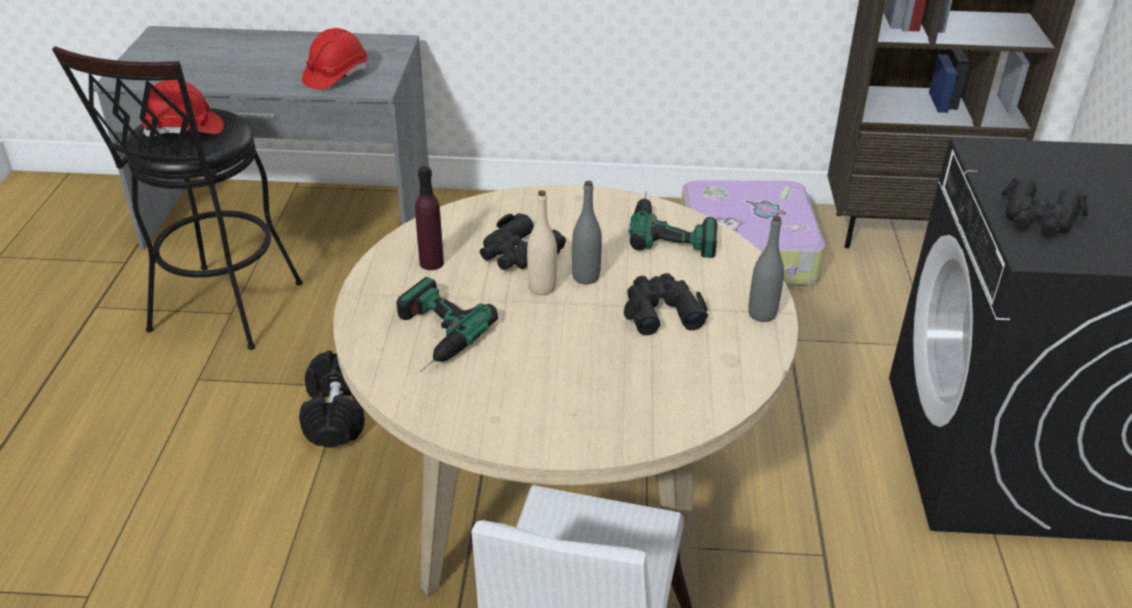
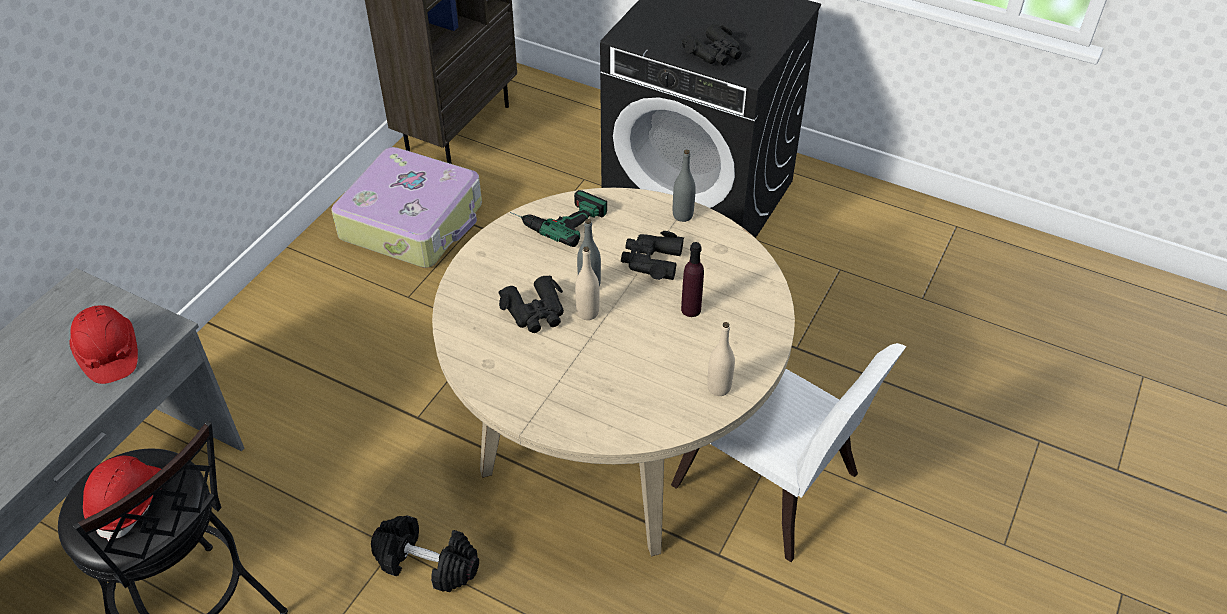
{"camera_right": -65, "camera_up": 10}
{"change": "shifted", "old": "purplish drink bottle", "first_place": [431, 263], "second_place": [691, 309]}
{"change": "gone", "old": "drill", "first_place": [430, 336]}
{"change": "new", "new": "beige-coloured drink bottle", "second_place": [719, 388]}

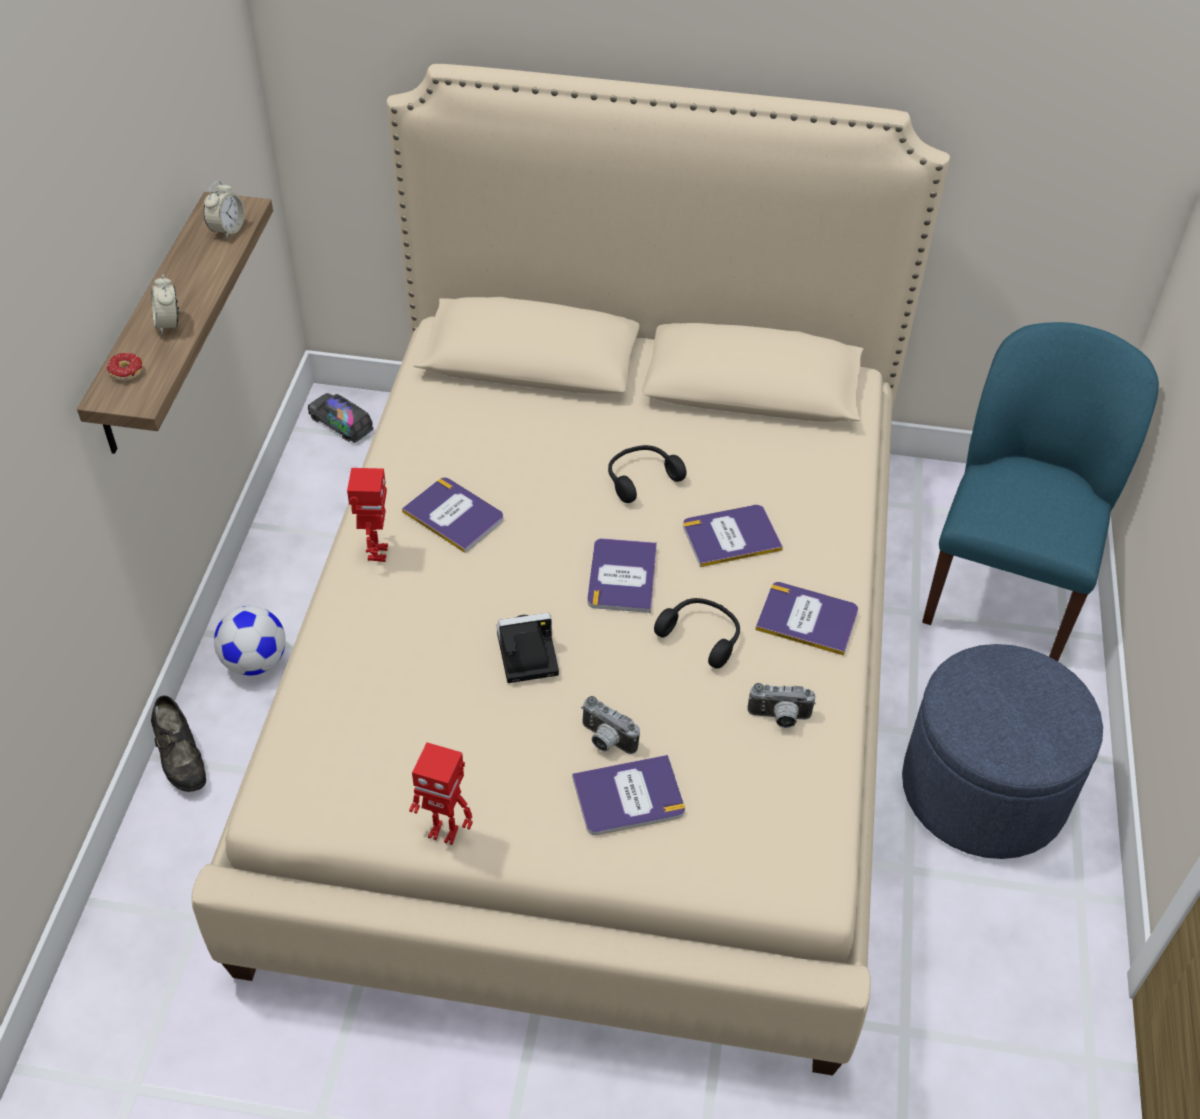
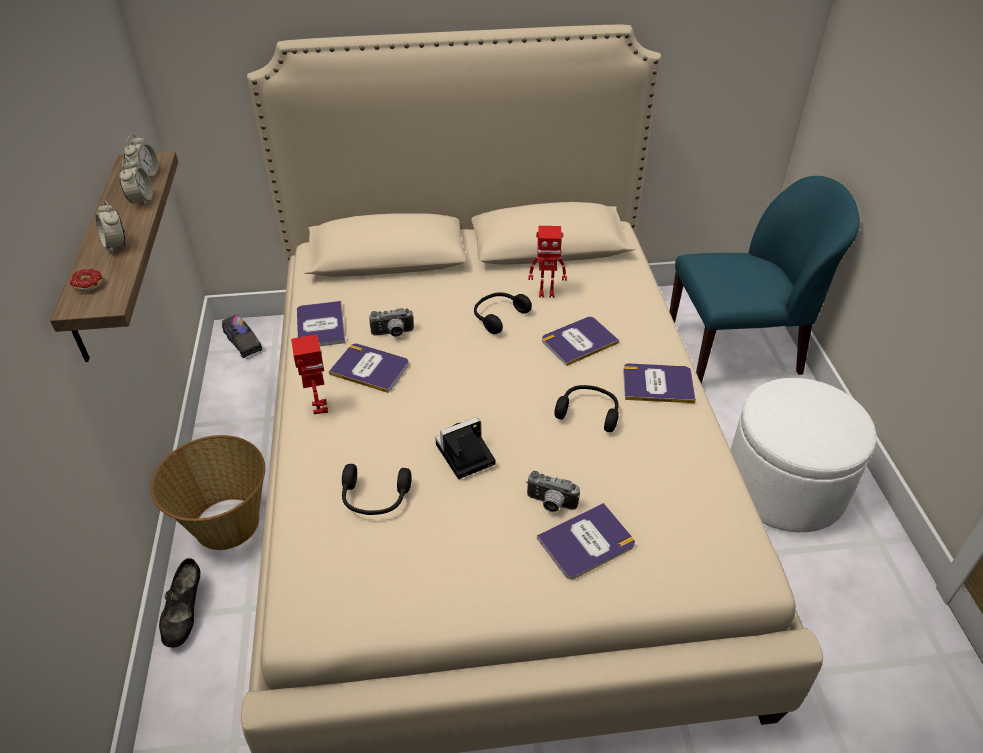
{"camera_right": -15, "camera_up": -5}
{"change": "rotated", "old": "blue chair", "first_place": [1006, 583], "second_place": [736, 351], "degrees": 75}
{"change": "rotated", "old": "toy lorry", "first_place": [341, 424], "second_place": [243, 343], "degrees": -150}
{"change": "shifted", "old": "book", "first_place": [622, 576], "second_place": [320, 325]}
{"change": "swapped", "old": "football ball", "new": "basket", "first_place": [255, 661], "second_place": [225, 523]}
{"change": "repainted", "old": "blue pouffe", "new": "whitish pouffe", "first_place": [983, 790], "second_place": [784, 486]}
{"change": "shifted", "old": "still camera", "first_place": [779, 718], "second_place": [393, 334]}
{"change": "rotated", "old": "black-coloured item of footwear", "first_place": [181, 760], "second_place": [185, 614], "degrees": 45}
{"change": "shifted", "old": "model robot", "first_place": [444, 831], "second_place": [546, 293]}
{"change": "new", "new": "bedside clock", "second_place": [141, 200]}
{"change": "new", "new": "black-coloured headset", "second_place": [374, 498]}

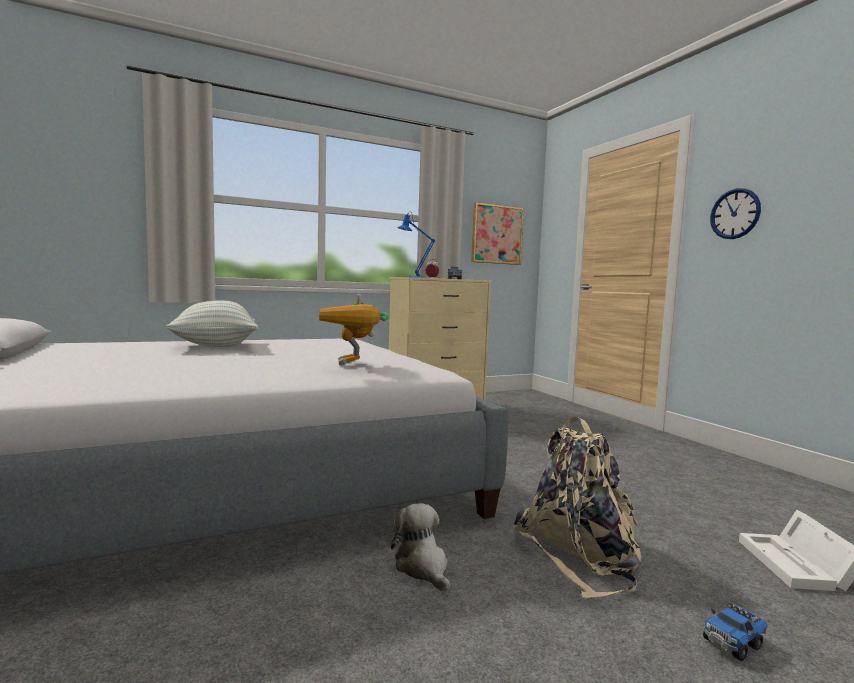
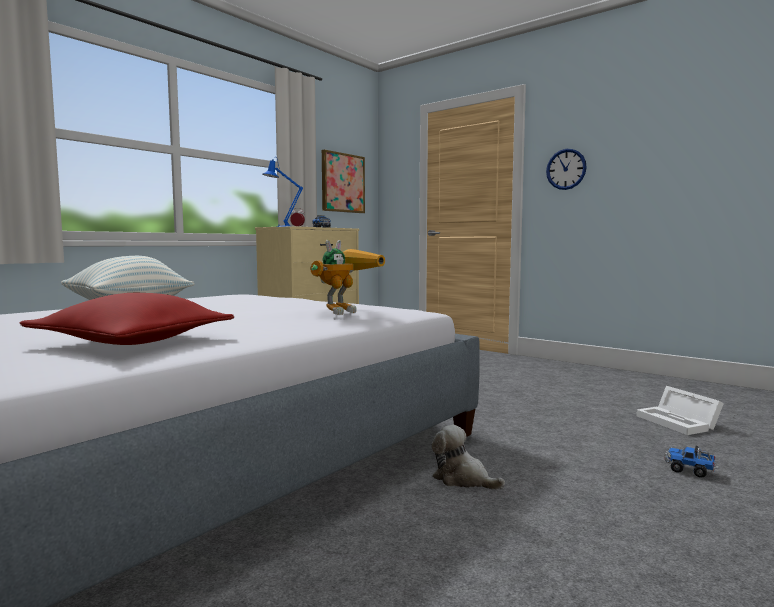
{"camera_right": -25, "camera_up": 0}
{"change": "rotated", "old": "model robot", "first_place": [355, 365], "second_place": [345, 311], "degrees": -105}
{"change": "gone", "old": "beige-coloured backpack", "first_place": [581, 552]}
{"change": "rotated", "old": "toy lorry", "first_place": [732, 643], "second_place": [690, 470], "degrees": 90}
{"change": "new", "new": "red-coloured throw pillow", "second_place": [133, 342]}

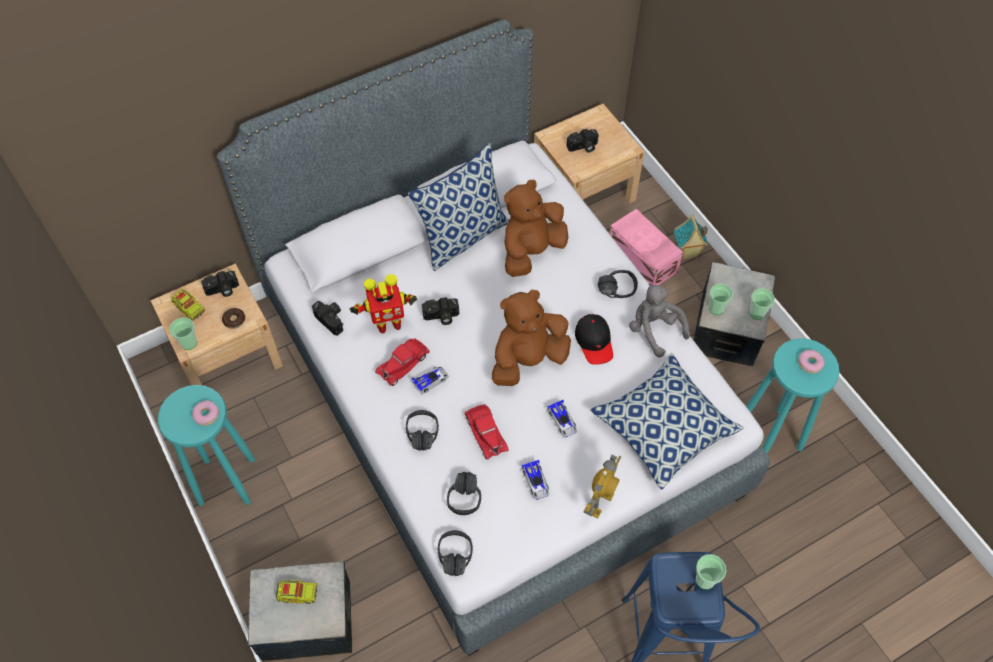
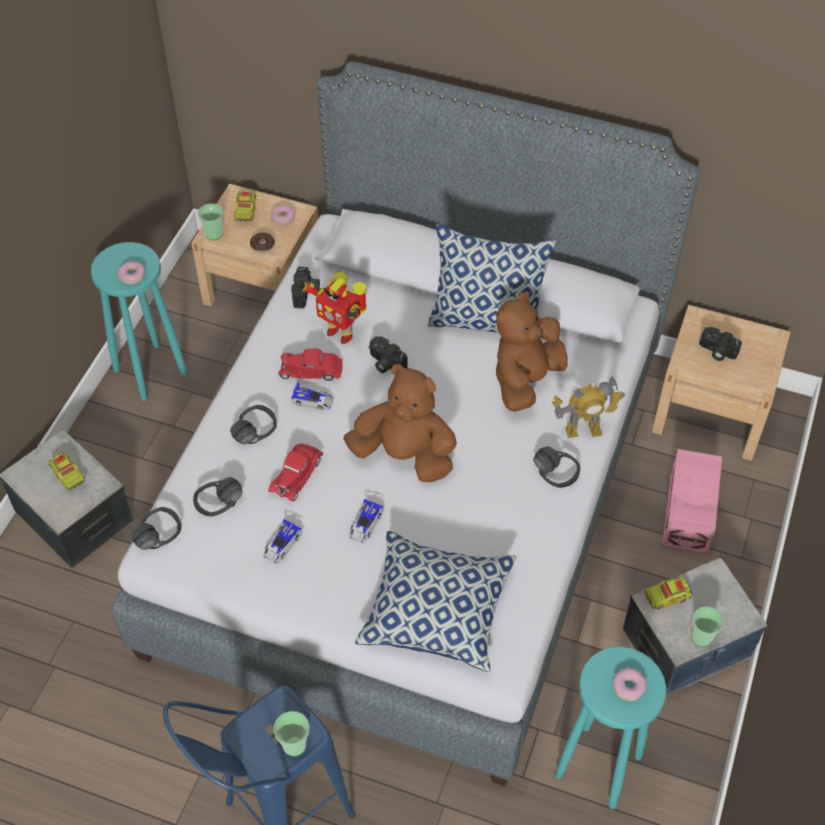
{"camera_right": 50, "camera_up": -5}
{"change": "rotated", "old": "brown-coloured soft toy", "first_place": [531, 251], "second_place": [525, 380], "degrees": -60}
{"change": "gone", "old": "model house", "first_place": [686, 253]}
{"change": "swapped", "old": "still camera", "new": "doughnut", "first_place": [222, 290], "second_place": [283, 218]}
{"change": "gone", "old": "grey soft toy", "first_place": [654, 330]}
{"change": "swapped", "old": "drinking cup", "new": "toy lorry", "first_place": [716, 308], "second_place": [667, 597]}
{"change": "gone", "old": "black-coloured cap", "first_place": [594, 342]}
{"change": "shifted", "old": "model robot", "first_place": [599, 502], "second_place": [583, 430]}

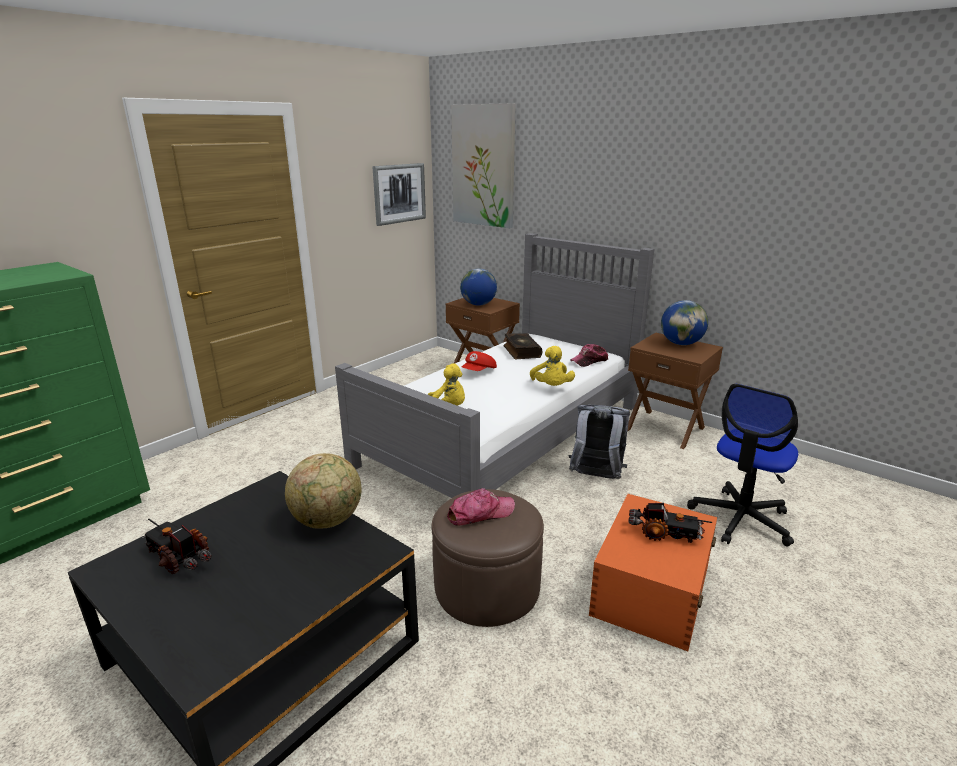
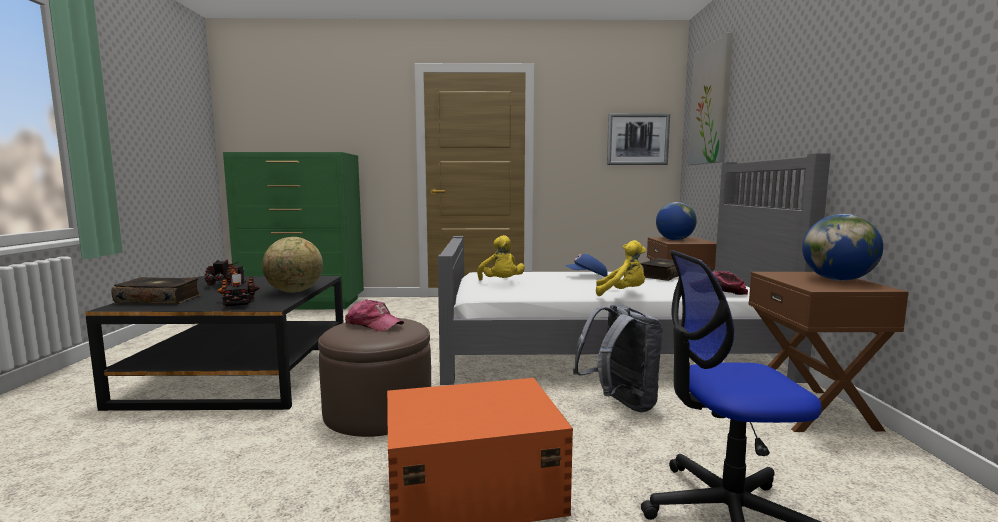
{"camera_right": 50, "camera_up": -15}
{"change": "rotated", "old": "yellowish soft toy", "first_place": [551, 387], "second_place": [622, 293], "degrees": -120}
{"change": "repainted", "old": "red-coloured cap", "new": "blue cap", "first_place": [479, 372], "second_place": [587, 276]}
{"change": "shifted", "old": "toy lorry", "first_place": [665, 533], "second_place": [238, 302]}
{"change": "new", "new": "book", "second_place": [159, 299]}

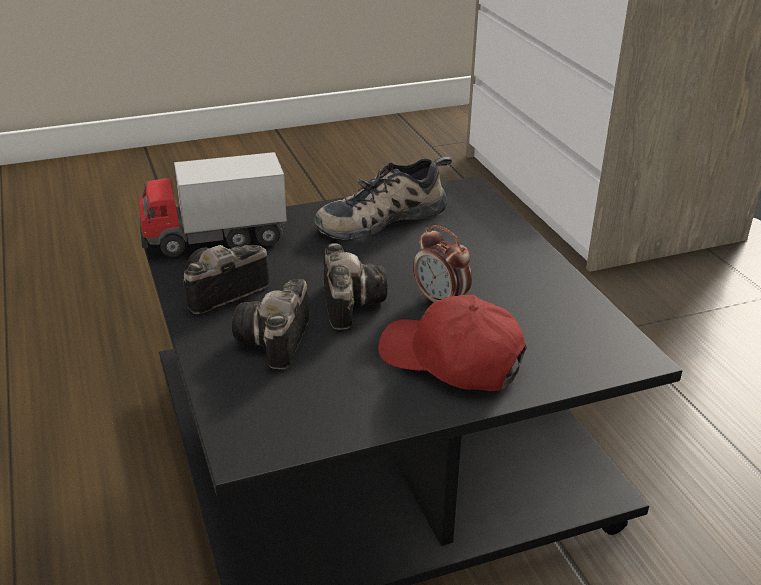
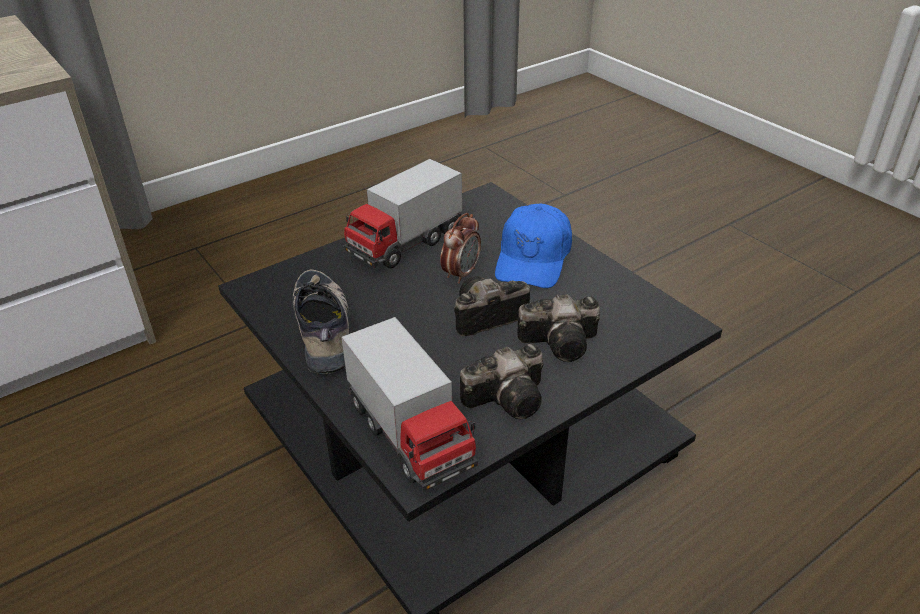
{"camera_right": -105, "camera_up": 5}
{"change": "rotated", "old": "item of footwear", "first_place": [381, 217], "second_place": [326, 329], "degrees": -150}
{"change": "rotated", "old": "still camera", "first_place": [219, 293], "second_place": [510, 398], "degrees": -60}
{"change": "repainted", "old": "red-coloured cap", "new": "blue cap", "first_place": [452, 360], "second_place": [533, 259]}
{"change": "new", "new": "toy lorry", "second_place": [405, 243]}

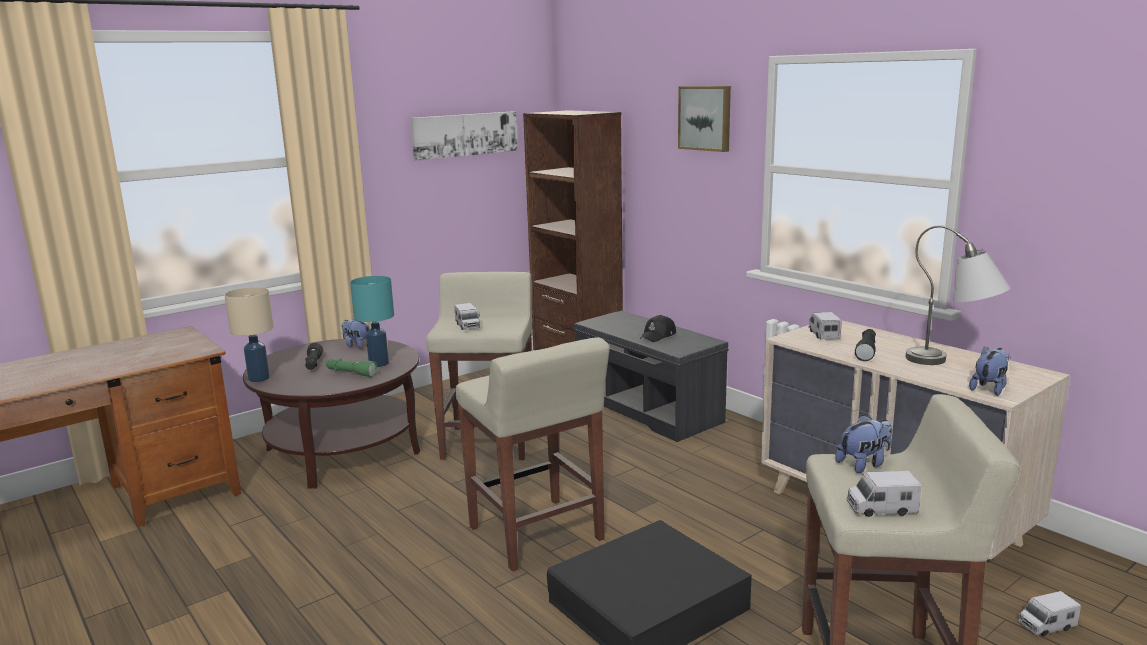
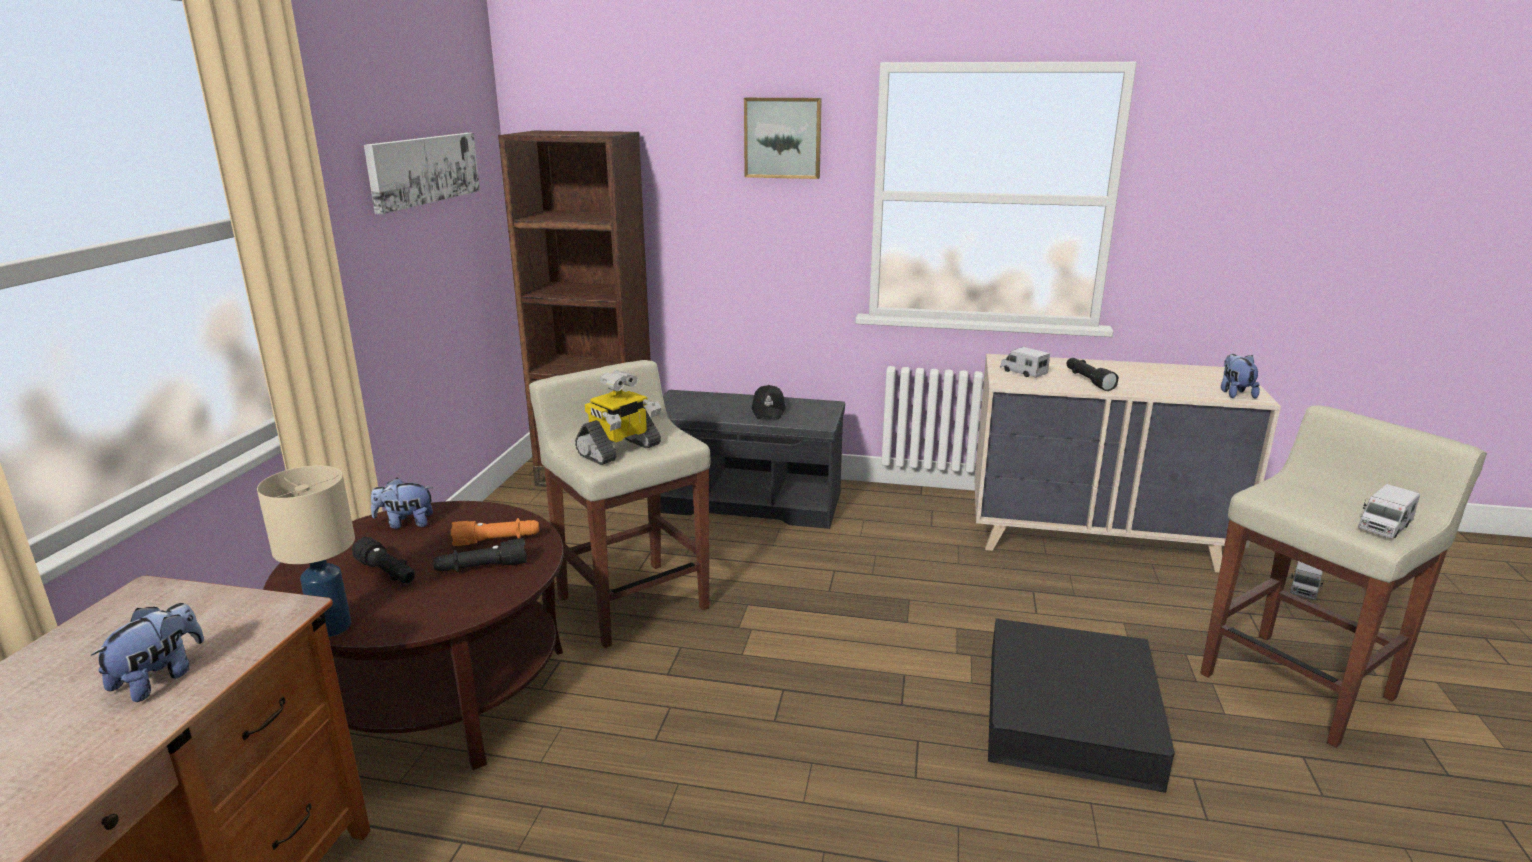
{"camera_right": -40, "camera_up": 5}
{"change": "gone", "old": "grey lamp for a table", "first_place": [953, 363]}
{"change": "swapped", "old": "blue-green lamp for a table", "new": "orange-coloured flashlight", "first_place": [379, 364], "second_place": [497, 541]}
{"change": "swapped", "old": "toy lorry", "new": "model robot", "first_place": [467, 326], "second_place": [619, 450]}
{"change": "gone", "old": "beige-coloured stool seat", "first_place": [536, 535]}
{"change": "repainted", "old": "green flashlight", "new": "black-coloured flashlight", "first_place": [351, 373], "second_place": [481, 568]}
{"change": "shifted", "old": "soft toy", "first_place": [864, 464], "second_place": [160, 678]}

